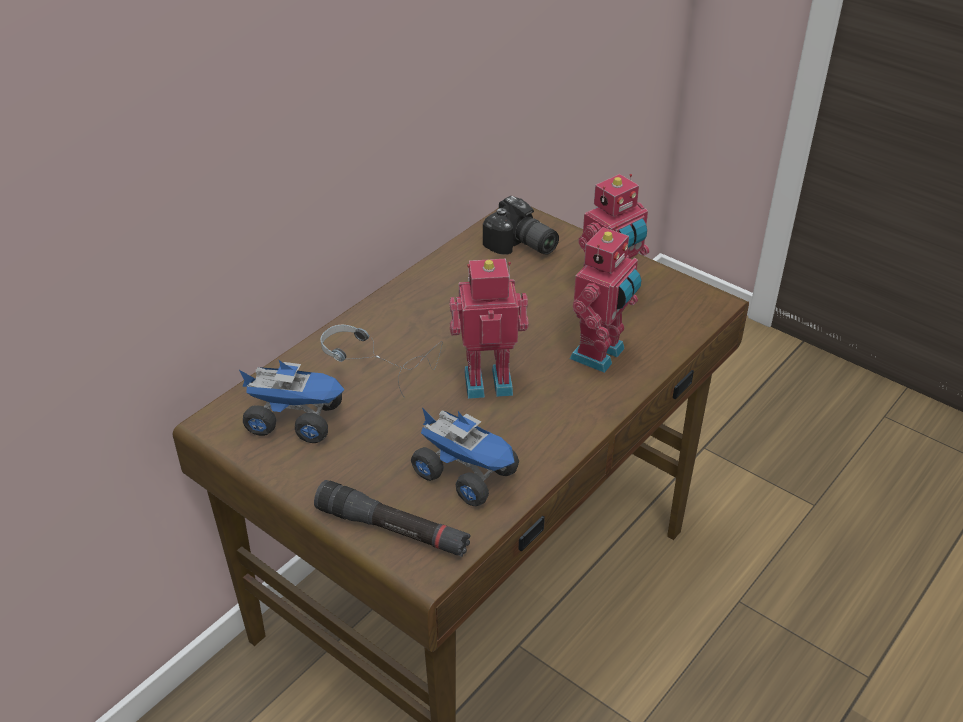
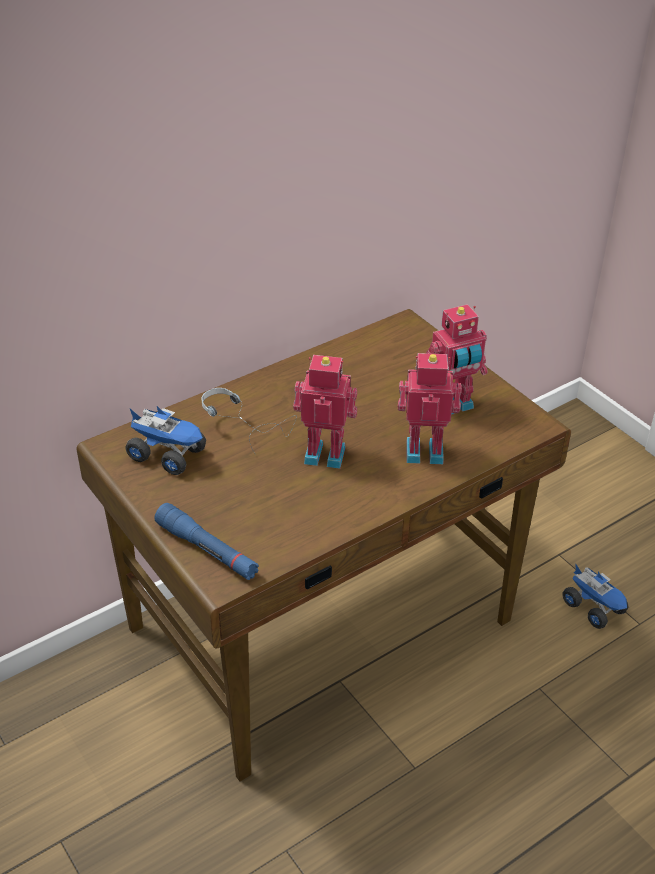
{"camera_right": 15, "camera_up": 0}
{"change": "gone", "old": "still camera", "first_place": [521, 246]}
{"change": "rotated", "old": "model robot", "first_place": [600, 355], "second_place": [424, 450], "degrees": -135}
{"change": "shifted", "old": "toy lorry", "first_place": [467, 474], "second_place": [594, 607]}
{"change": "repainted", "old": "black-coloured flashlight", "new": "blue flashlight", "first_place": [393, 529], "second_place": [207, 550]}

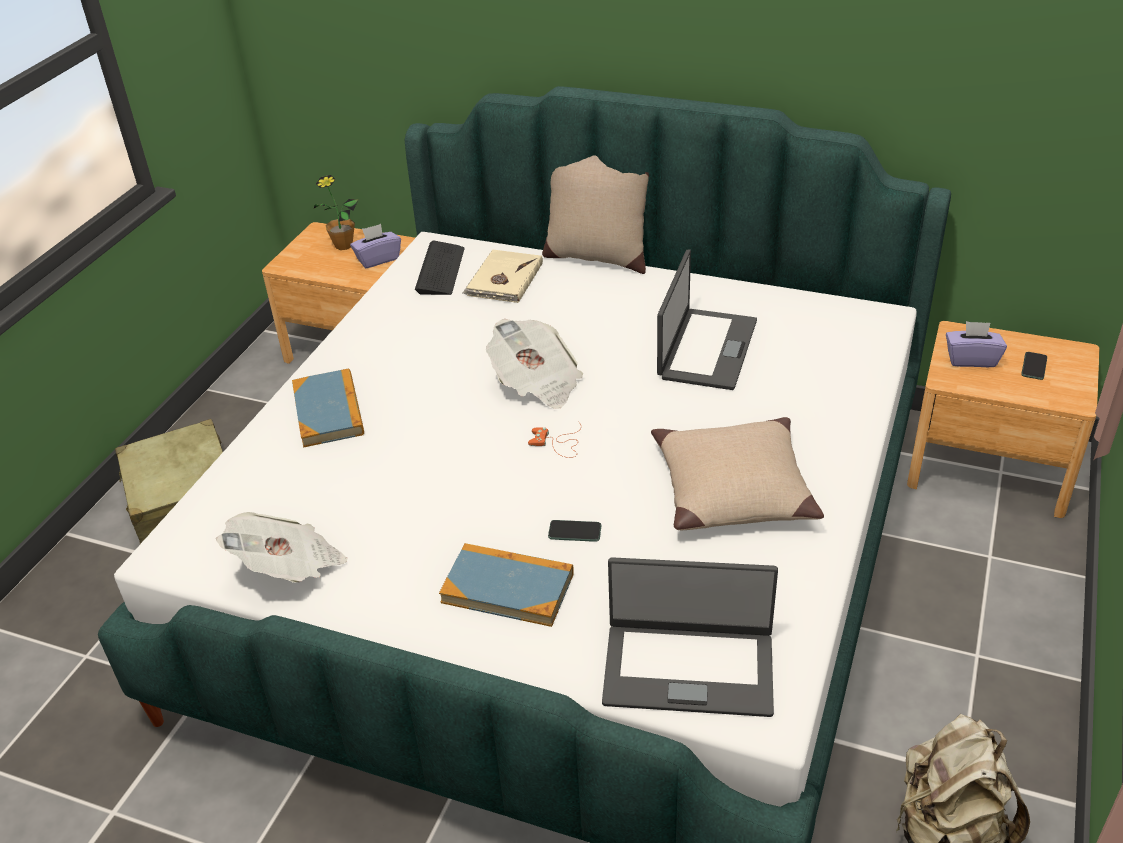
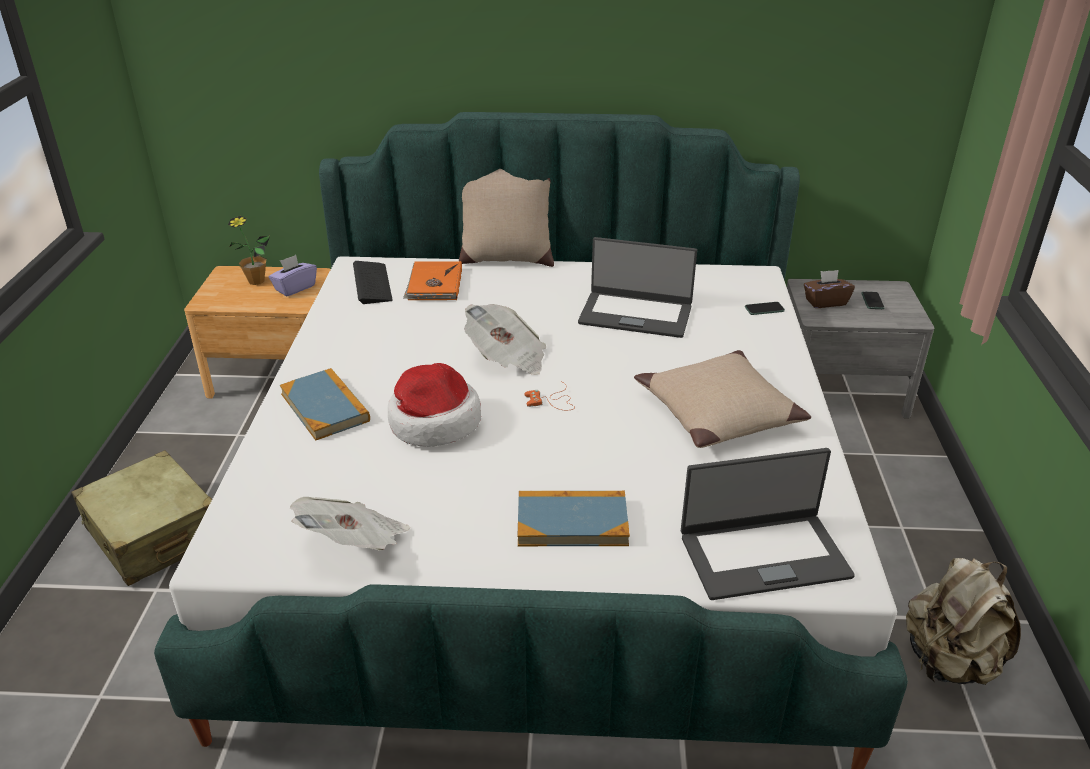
{"camera_right": -20, "camera_up": -5}
{"change": "rotated", "old": "notebook computer", "first_place": [706, 349], "second_place": [635, 314], "degrees": 105}
{"change": "repainted", "old": "beige-coloured book", "new": "orange-coloured book", "first_place": [503, 280], "second_place": [434, 284]}
{"change": "repainted", "old": "brown-coloured nightstand", "new": "grey nightstand", "first_place": [989, 465], "second_place": [839, 389]}
{"change": "repainted", "old": "purplish tissue box", "new": "brown-coloured tissue box", "first_place": [971, 359], "second_place": [825, 302]}
{"change": "shifted", "old": "handset", "first_place": [575, 531], "second_place": [764, 309]}
{"change": "new", "new": "clothing hat", "second_place": [433, 422]}

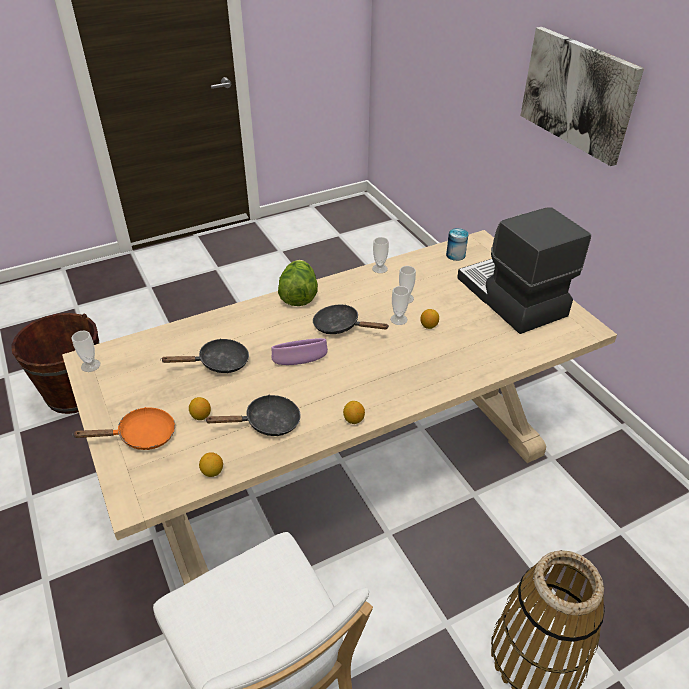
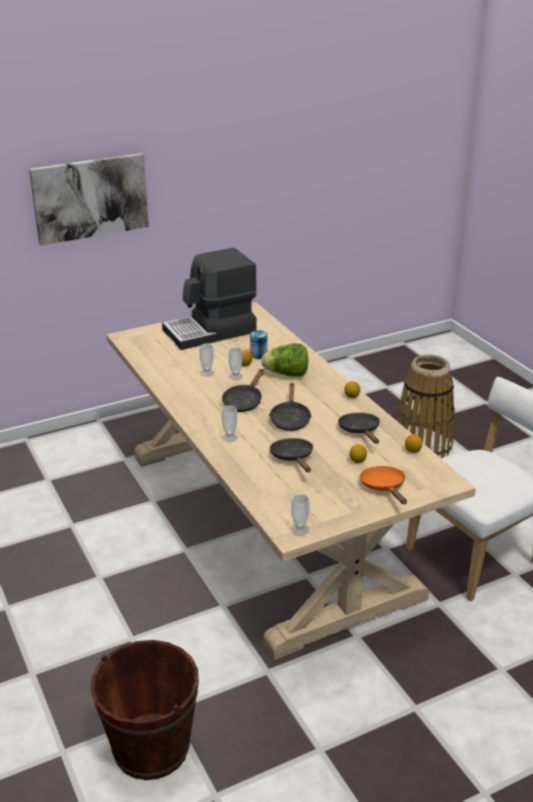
{"camera_right": -90, "camera_up": -10}
{"change": "shifted", "old": "metal can", "first_place": [455, 255], "second_place": [258, 354]}
{"change": "shifted", "old": "drinking cup", "first_place": [379, 268], "second_place": [229, 437]}
{"change": "shifted", "old": "lettuce", "first_place": [298, 296], "second_place": [287, 374]}
{"change": "swapped", "old": "purplish deep dish", "new": "black-coloured pan", "first_place": [300, 362], "second_place": [290, 419]}

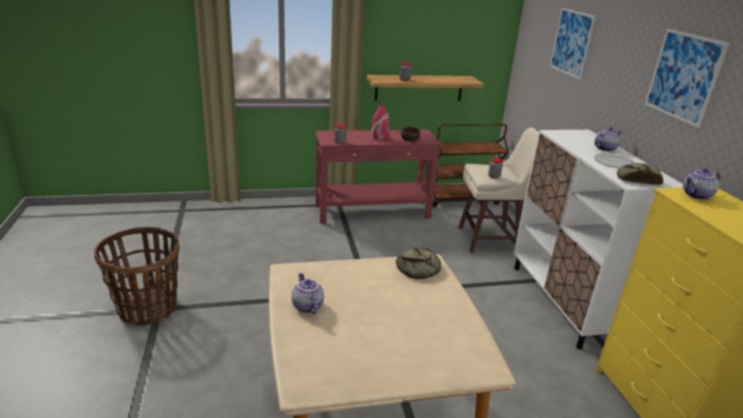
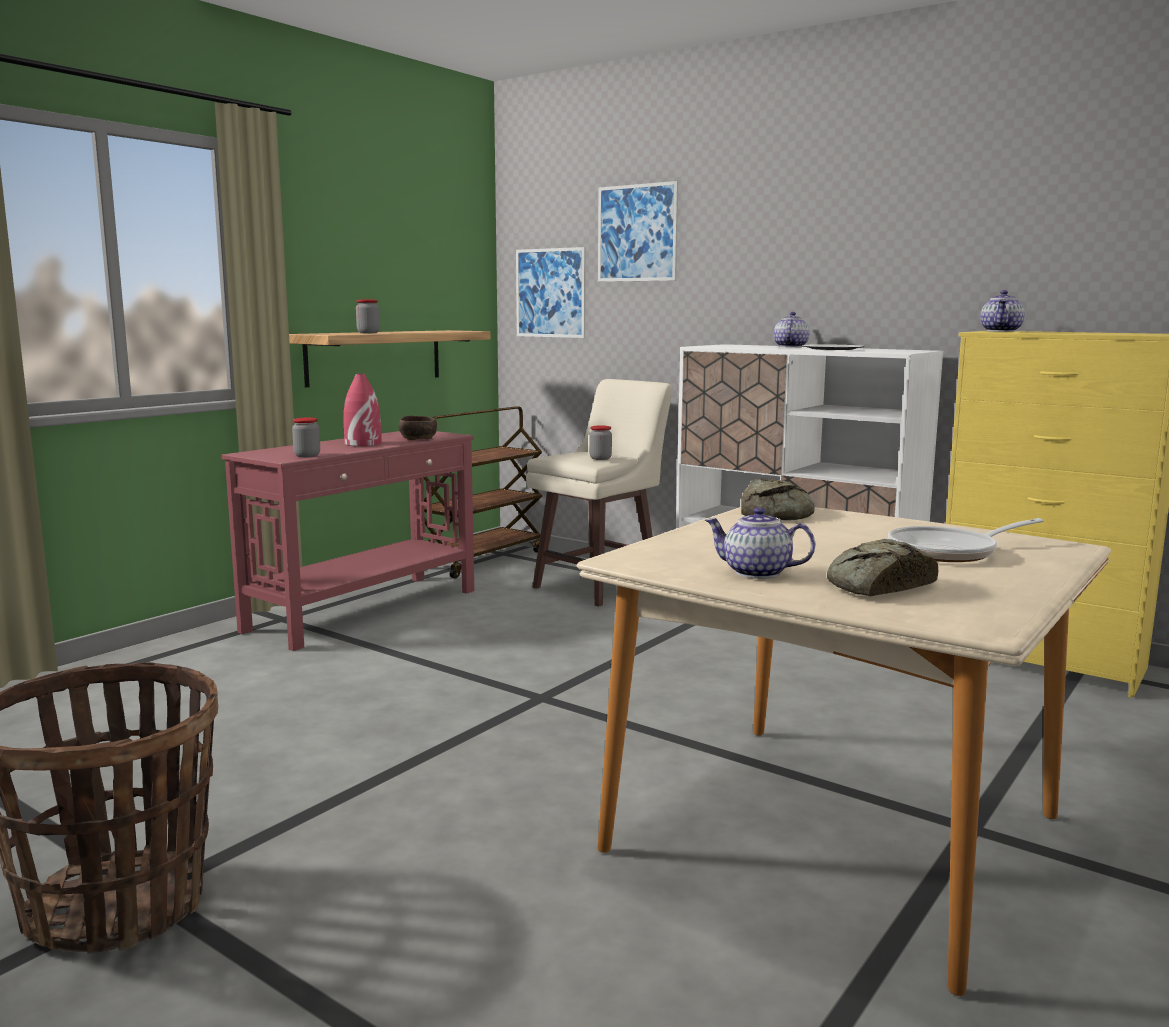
{"camera_right": -40, "camera_up": -15}
{"change": "shifted", "old": "wall picture", "first_place": [683, 76], "second_place": [550, 293]}
{"change": "shifted", "old": "bread", "first_place": [637, 179], "second_place": [877, 585]}
{"change": "new", "new": "pan", "second_place": [949, 552]}

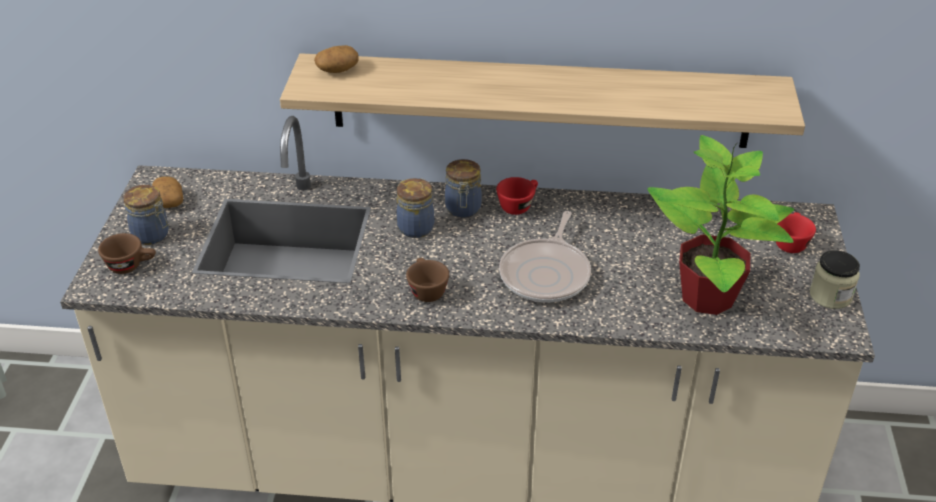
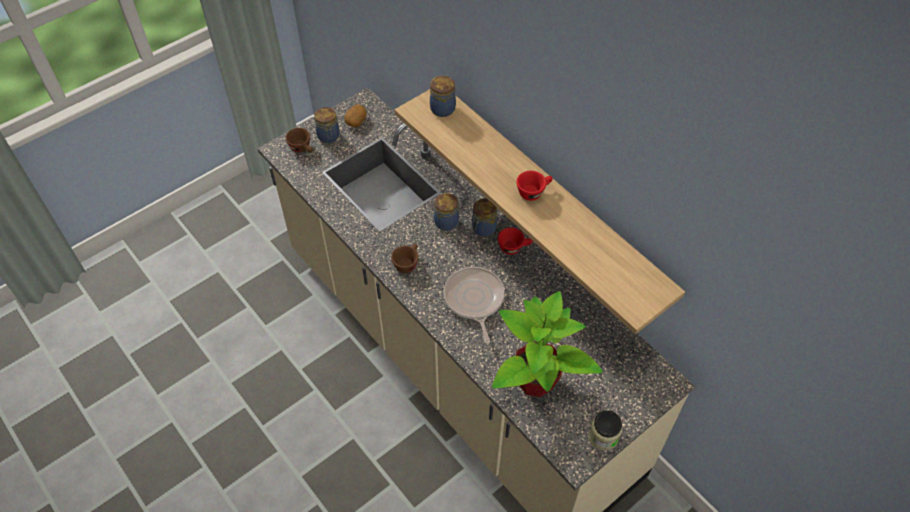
{"camera_right": 45, "camera_up": 15}
{"change": "swapped", "old": "spud", "new": "preserve jar", "first_place": [337, 70], "second_place": [443, 108]}
{"change": "rotated", "old": "pan", "first_place": [546, 273], "second_place": [474, 300], "degrees": 105}
{"change": "shifted", "old": "red-coloured drinking cup", "first_place": [790, 242], "second_place": [533, 192]}

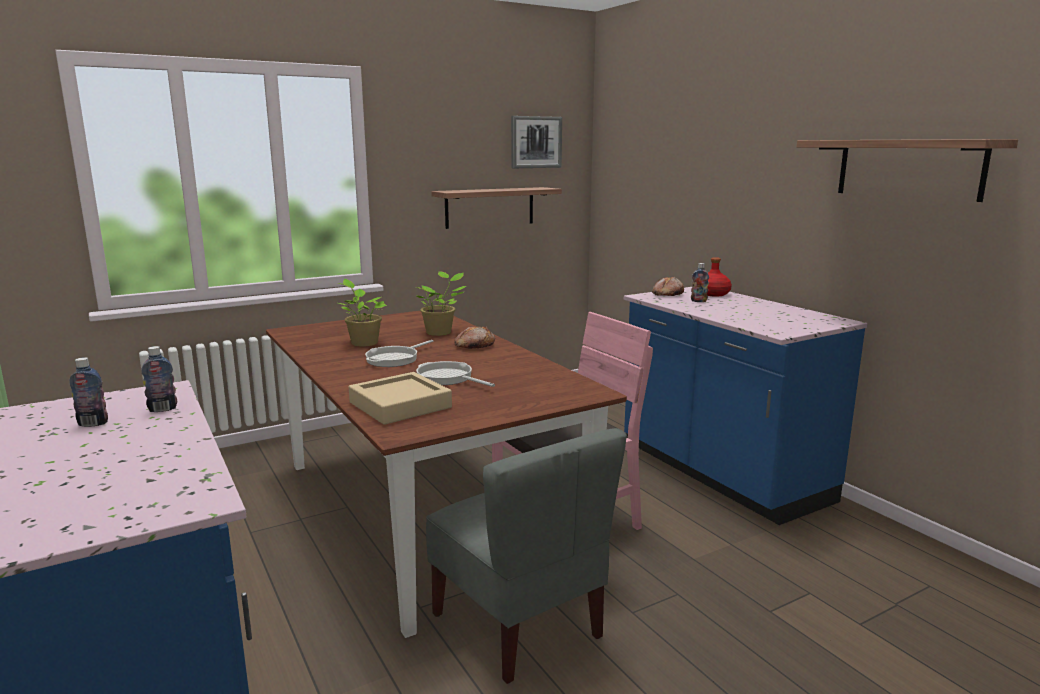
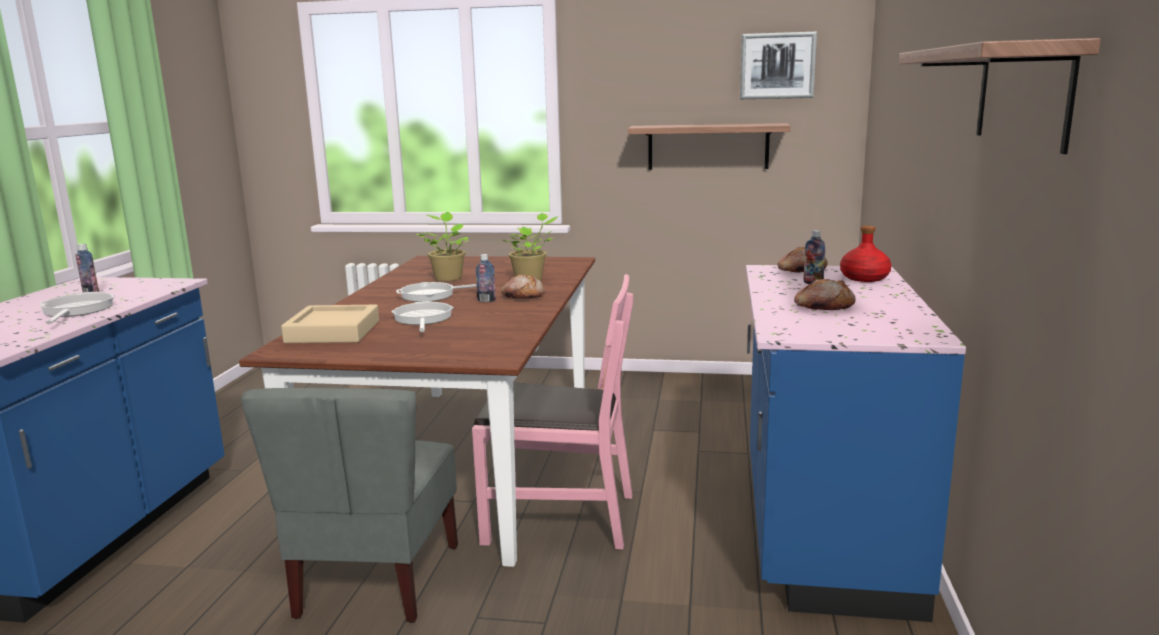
{"camera_right": 40, "camera_up": 0}
{"change": "shifted", "old": "drink bottle", "first_place": [162, 409], "second_place": [486, 300]}
{"change": "new", "new": "bread", "second_place": [823, 307]}
{"change": "new", "new": "pan", "second_place": [76, 310]}

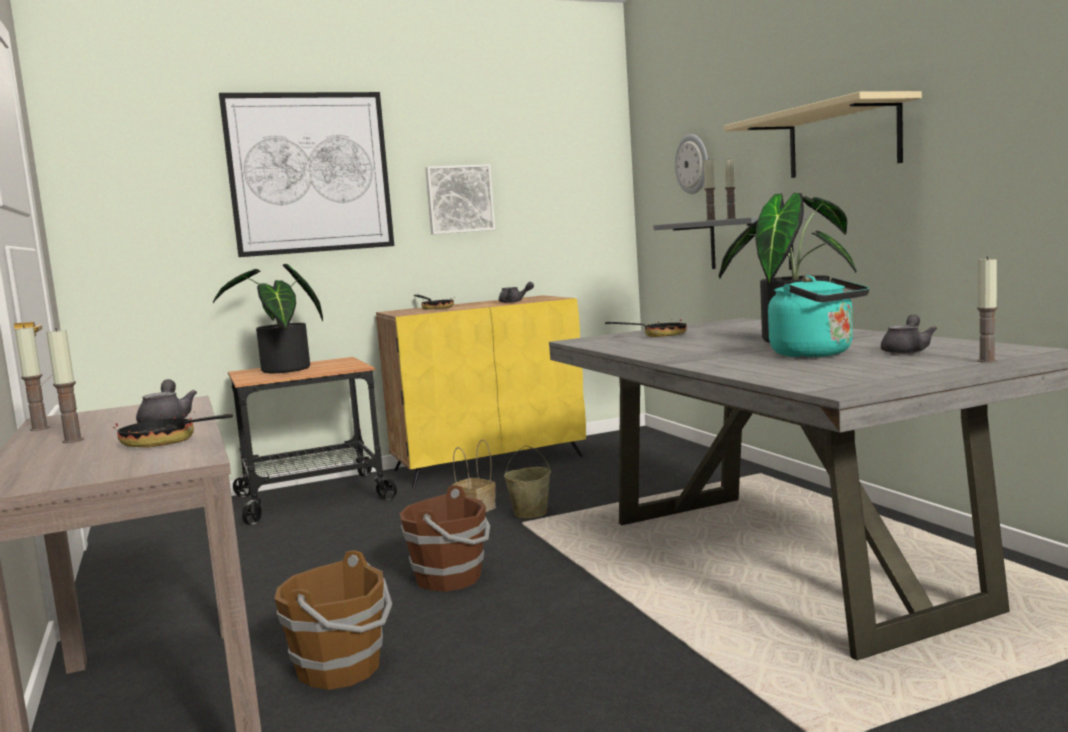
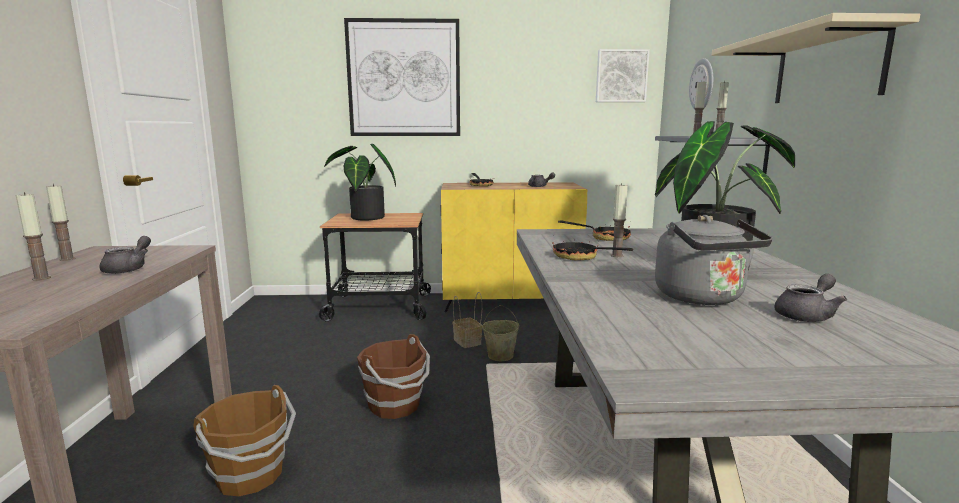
{"camera_right": 20, "camera_up": 5}
{"change": "shifted", "old": "wall picture", "first_place": [459, 199], "second_place": [621, 76]}
{"change": "shifted", "old": "wax candle", "first_place": [987, 361], "second_place": [617, 256]}
{"change": "repainted", "old": "blue-green tea kettle", "new": "grey tea kettle", "first_place": [816, 354], "second_place": [703, 298]}
{"change": "shifted", "old": "pan", "first_place": [166, 442], "second_place": [581, 258]}

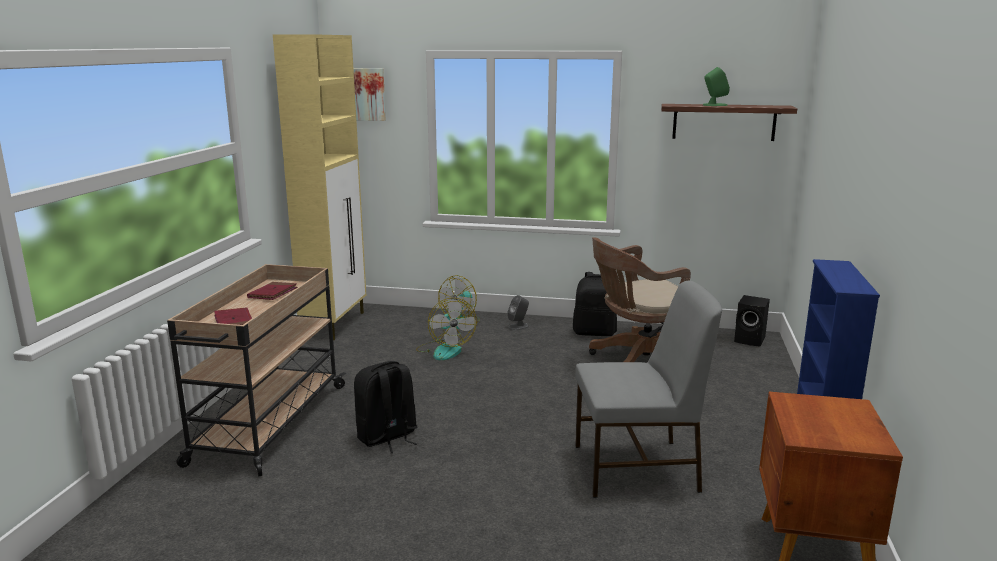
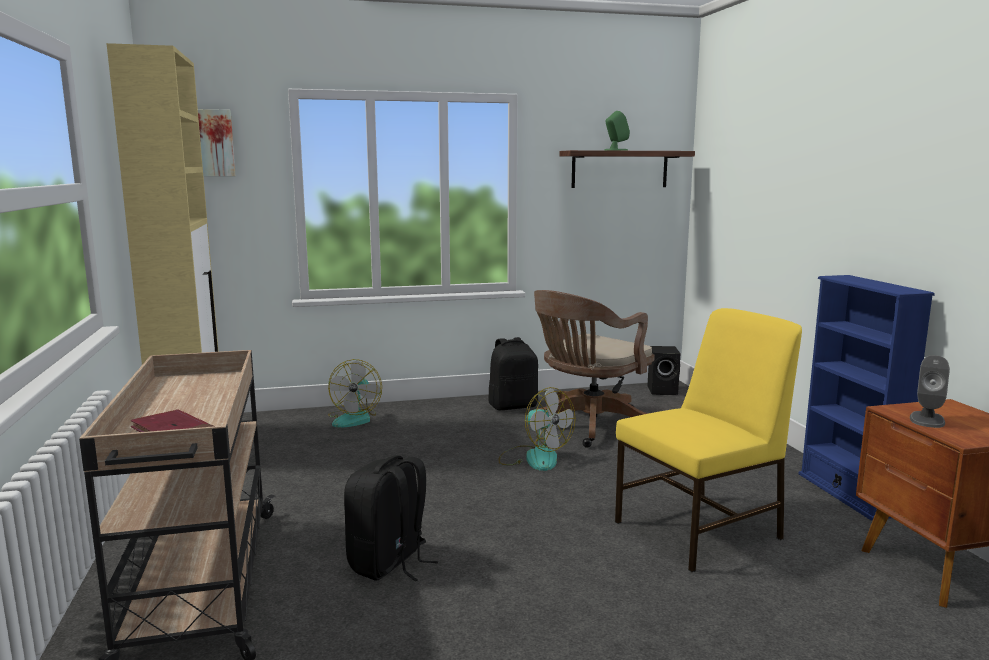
{"camera_right": -25, "camera_up": -5}
{"change": "repainted", "old": "grey chair", "new": "yellowish chair", "first_place": [638, 468], "second_place": [700, 530]}
{"change": "gone", "old": "red-coloured book", "first_place": [273, 293]}
{"change": "shifted", "old": "grey audio speaker", "first_place": [518, 326], "second_place": [927, 419]}
{"change": "shifted", "old": "electric fan", "first_place": [445, 350], "second_place": [534, 457]}

